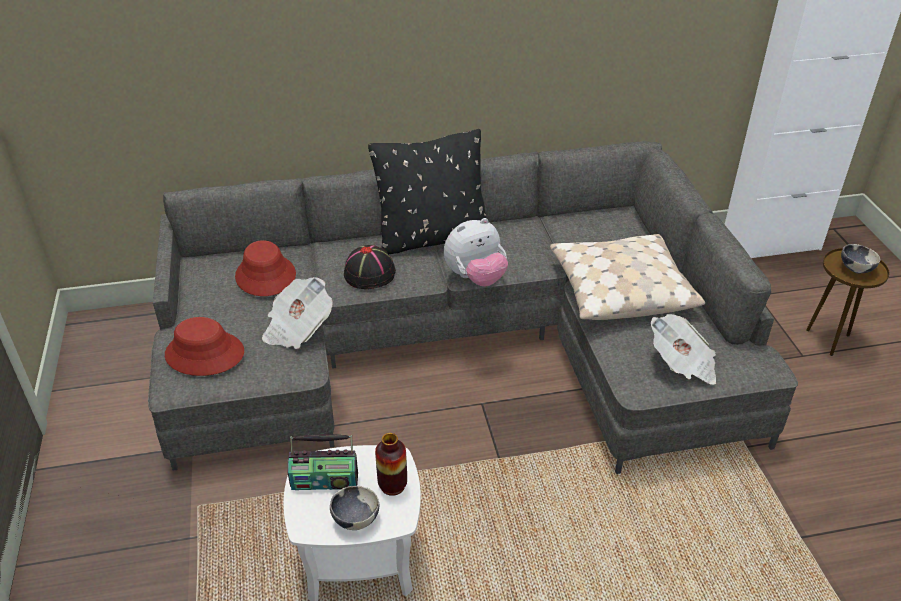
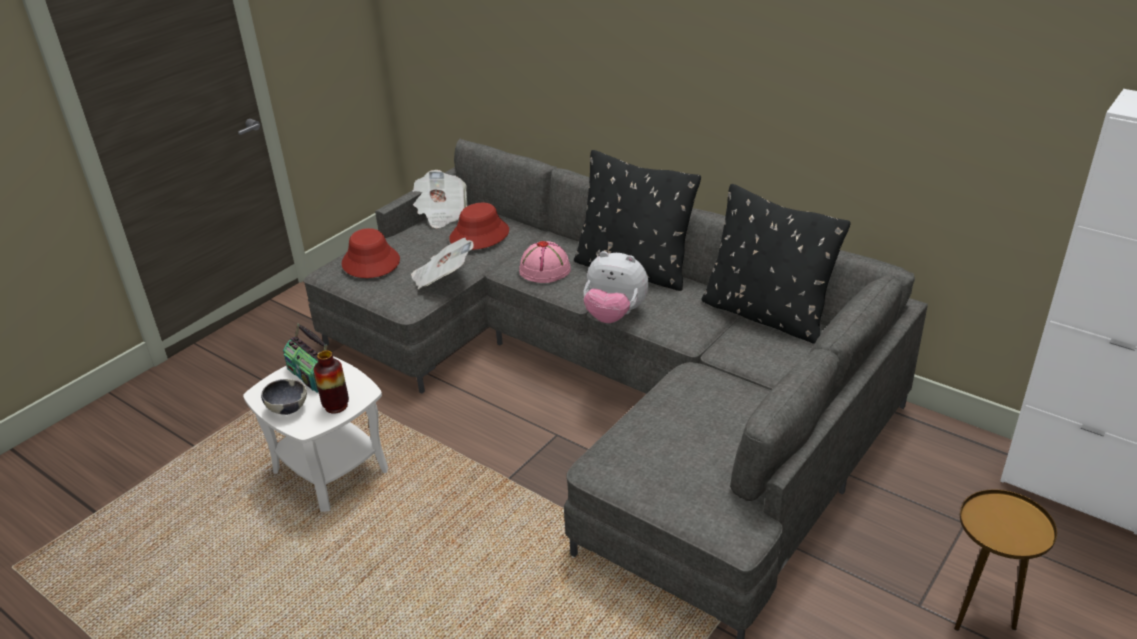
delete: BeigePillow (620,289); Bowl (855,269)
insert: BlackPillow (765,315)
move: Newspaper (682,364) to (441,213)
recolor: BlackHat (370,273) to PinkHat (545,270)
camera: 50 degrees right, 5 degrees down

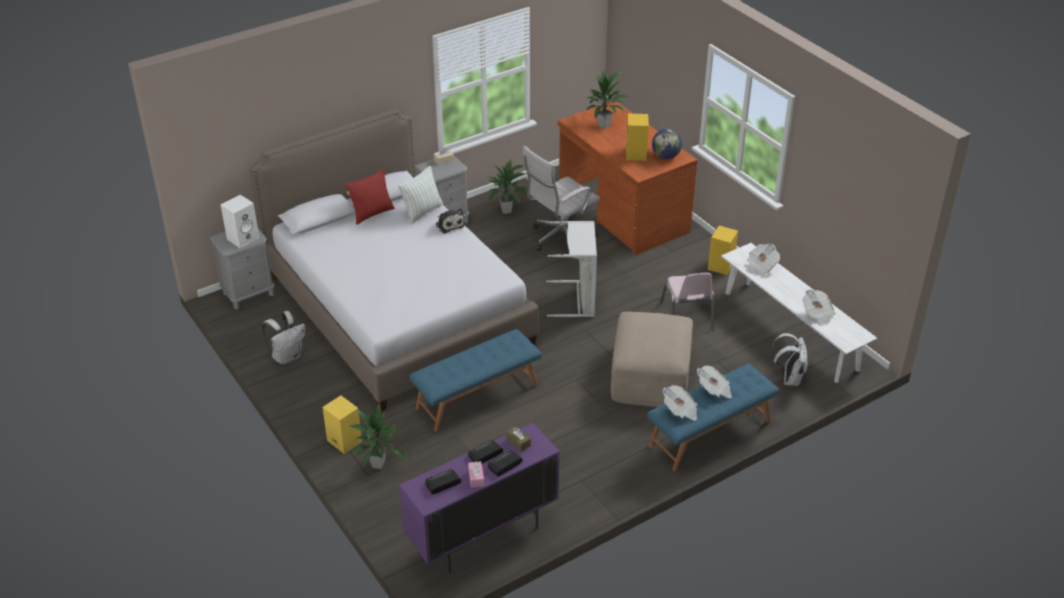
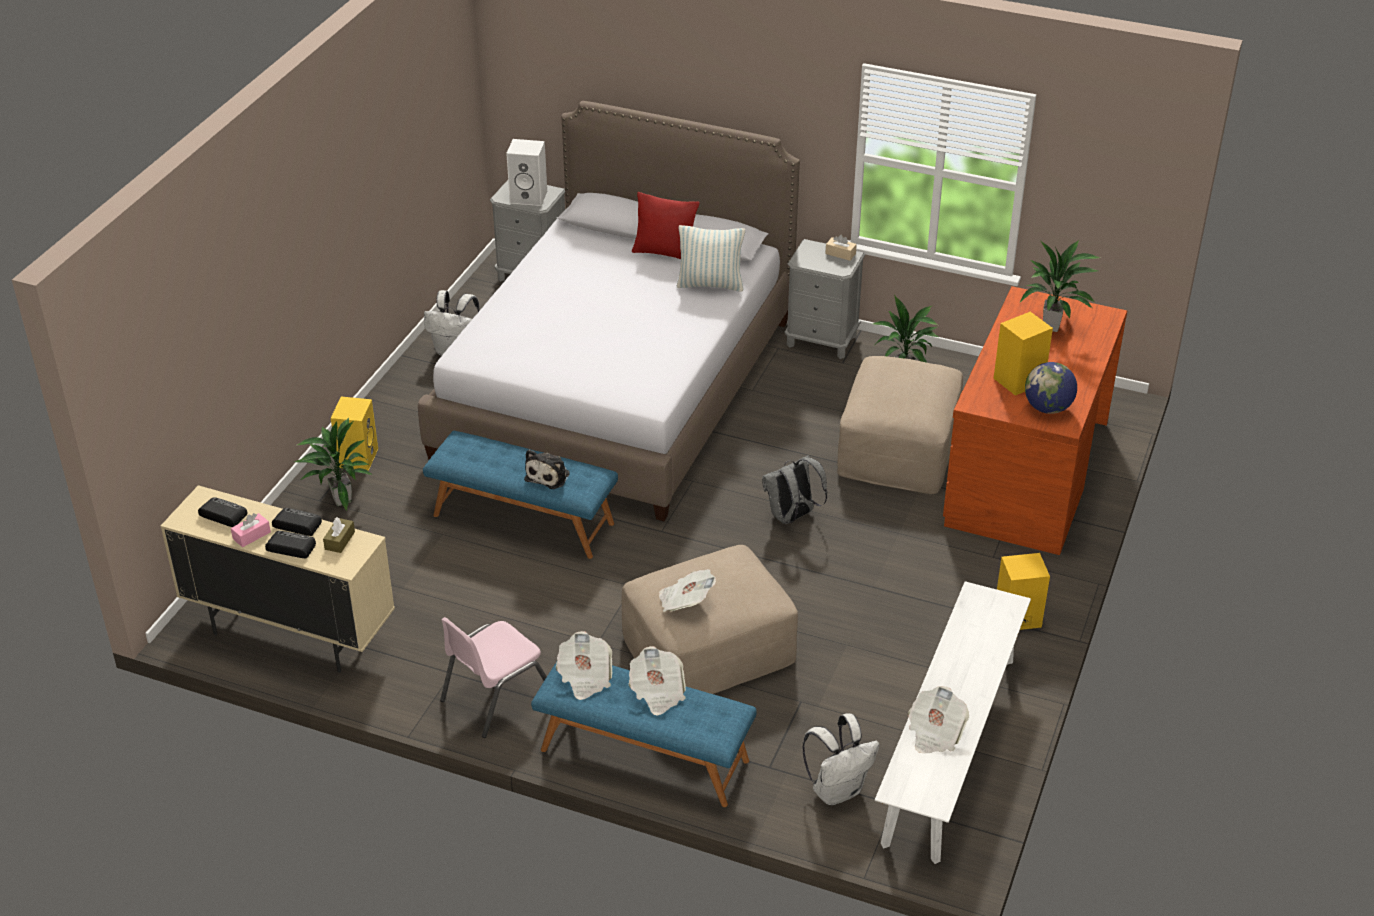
move: PinkChair (687,316) to (496,697); PlushToy (449,225) to (549,475); Newspaper (760,267) to (685,601)
replace: GreyLaundryBasket (577,299) to GreyBackpack (792,517); WhiteOfficeChair (559,239) to BeigeOttoman (898,446)
recolor: PurpleCabinet (482,536) to BeigeCabinet (291,634)
camera: 55 degrees right, 0 degrees up

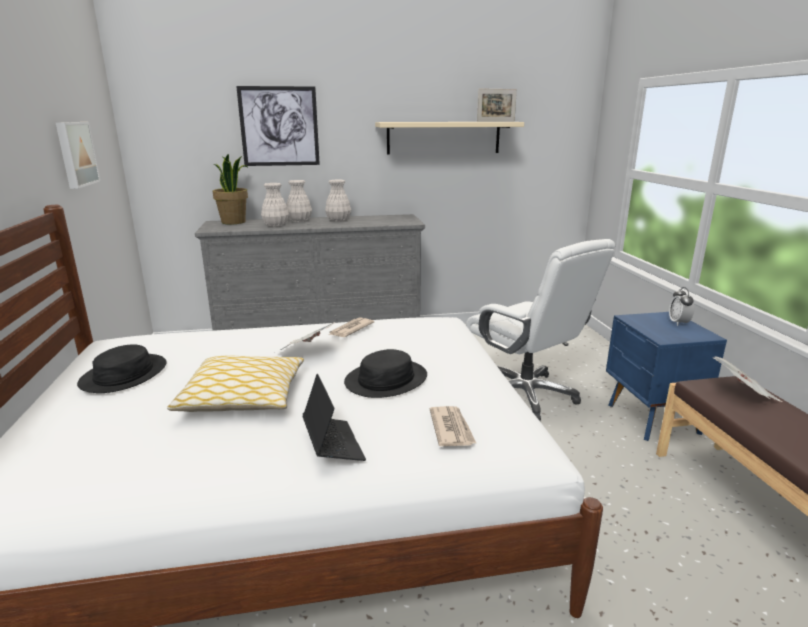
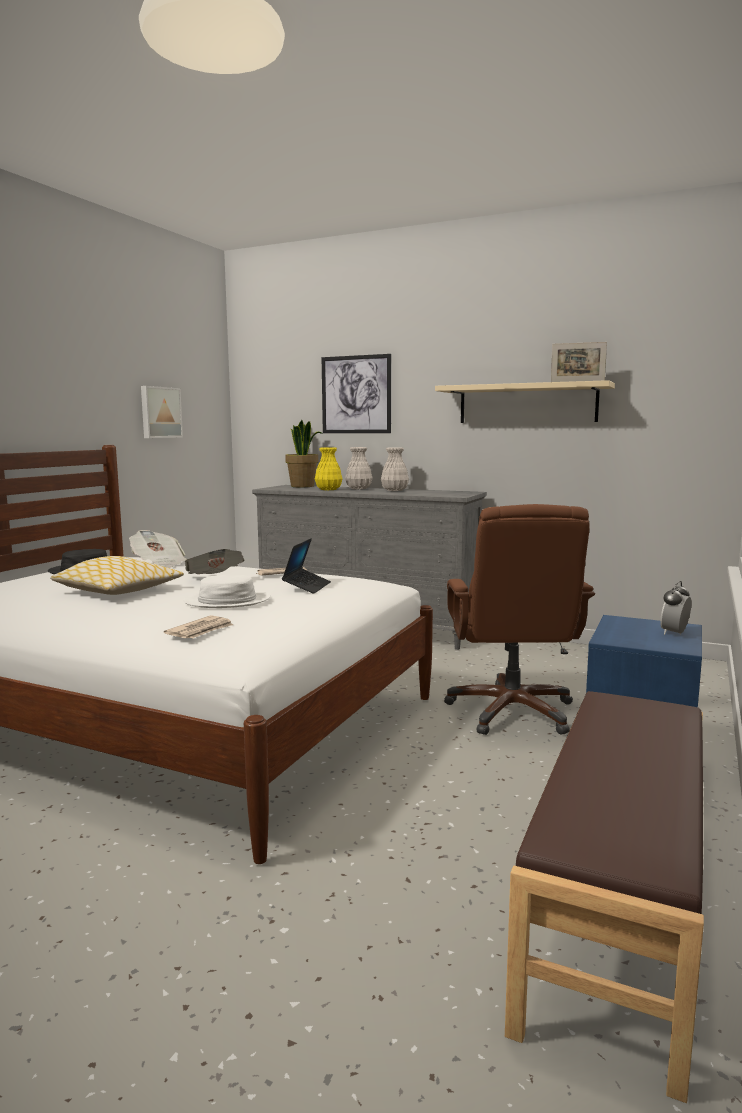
move: Newspaper (742,394) to (159,564); Laptop (333,444) to (307,586)
recolor: BlackHat (386,380) to WhiteHat (227,601); WhiteVase (275,225) to YellowVase (328,489); WhiteOfficeChair (526,395) to BrownOfficeChair (512,711)
camera: 35 degrees right, 10 degrees down

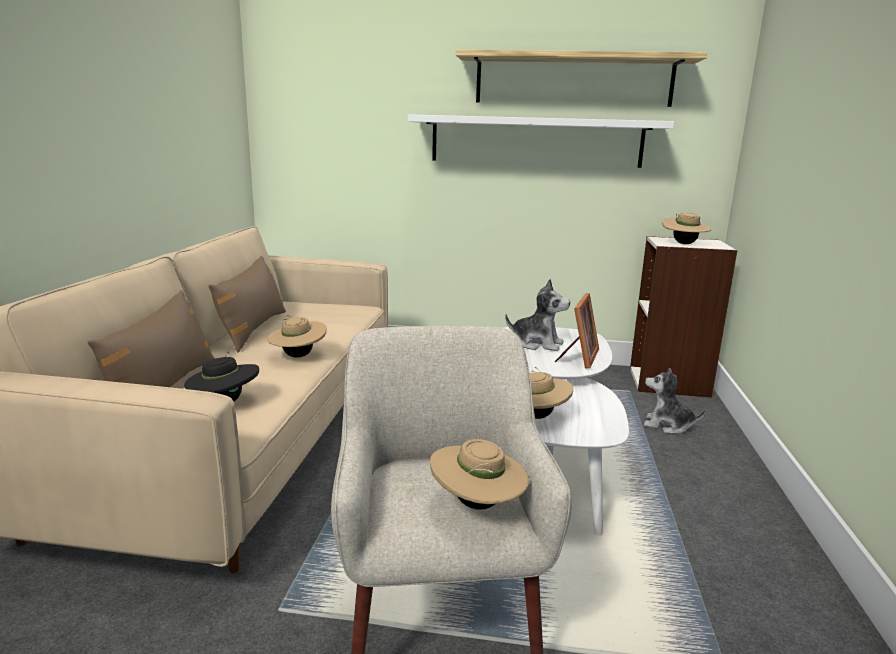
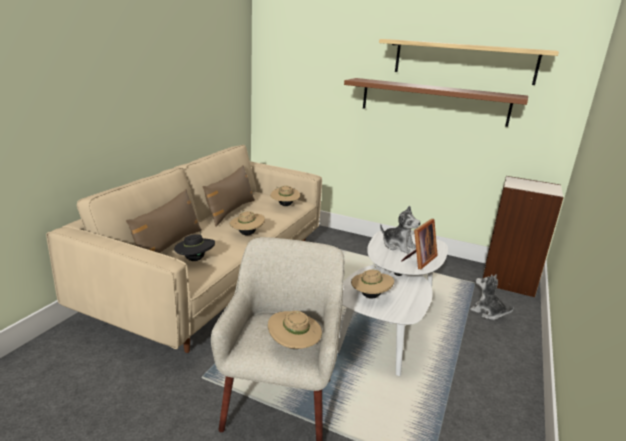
move: BeigeHat (683,244) to (285,205)
recolor: WhiteShelf (536,141) to BrownShelf (433,101)
camera: 15 degrees right, 5 degrees up

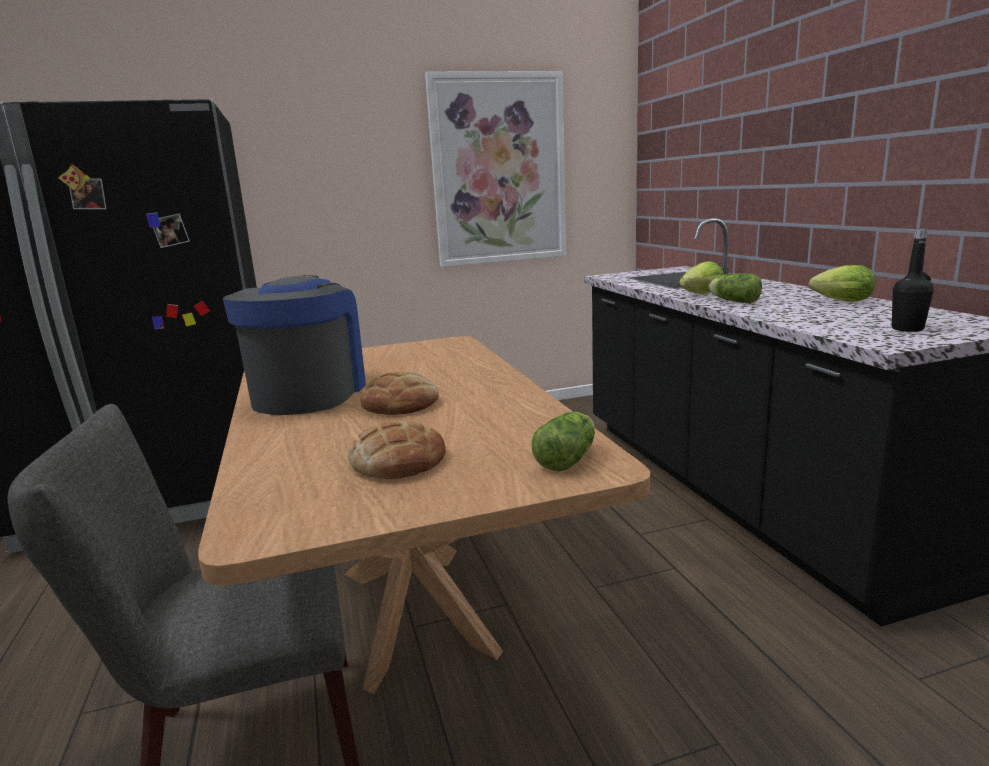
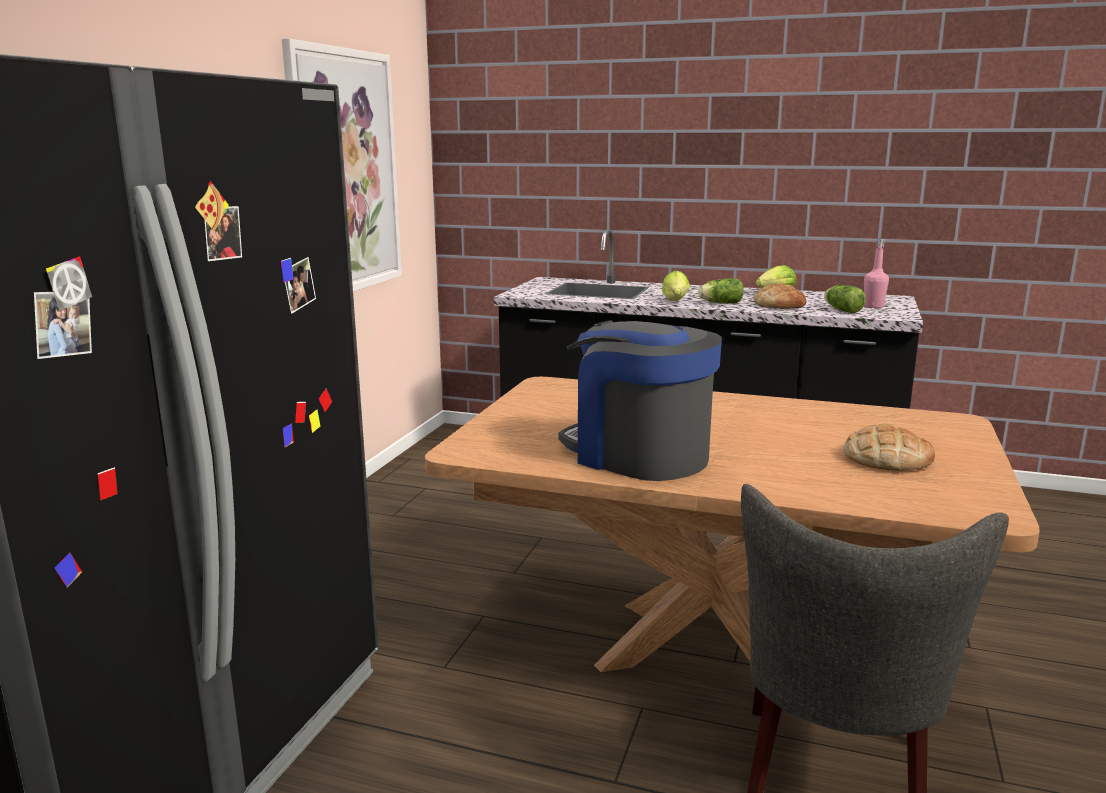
move: Bread (401,404) to (779,305); Lettuce (568,458) to (841,310)
recolor: BlackBottle (907,329) to PinkBottle (873,306)
camera: 55 degrees left, 0 degrees up

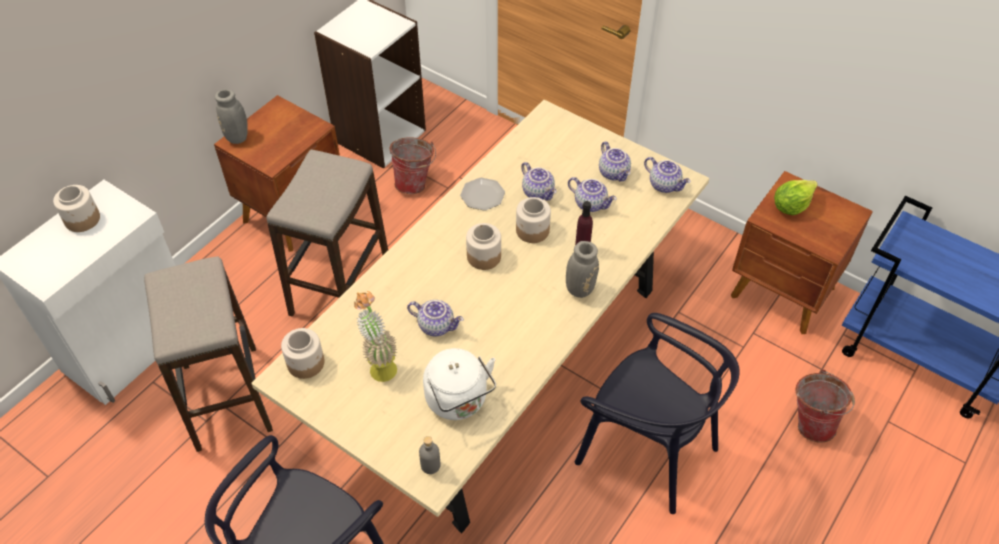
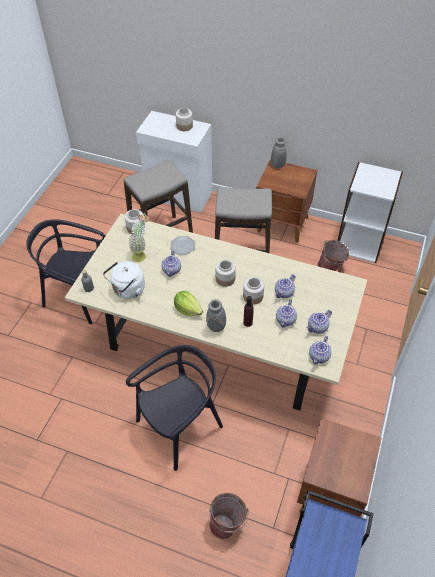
move: Plate (483,195) to (182,246); Lettuce (791,206) to (188,309)
rotate: BlackChair (647,450) = (180,427) 150 degrees counterclockwise
camera: 75 degrees right, 0 degrees up

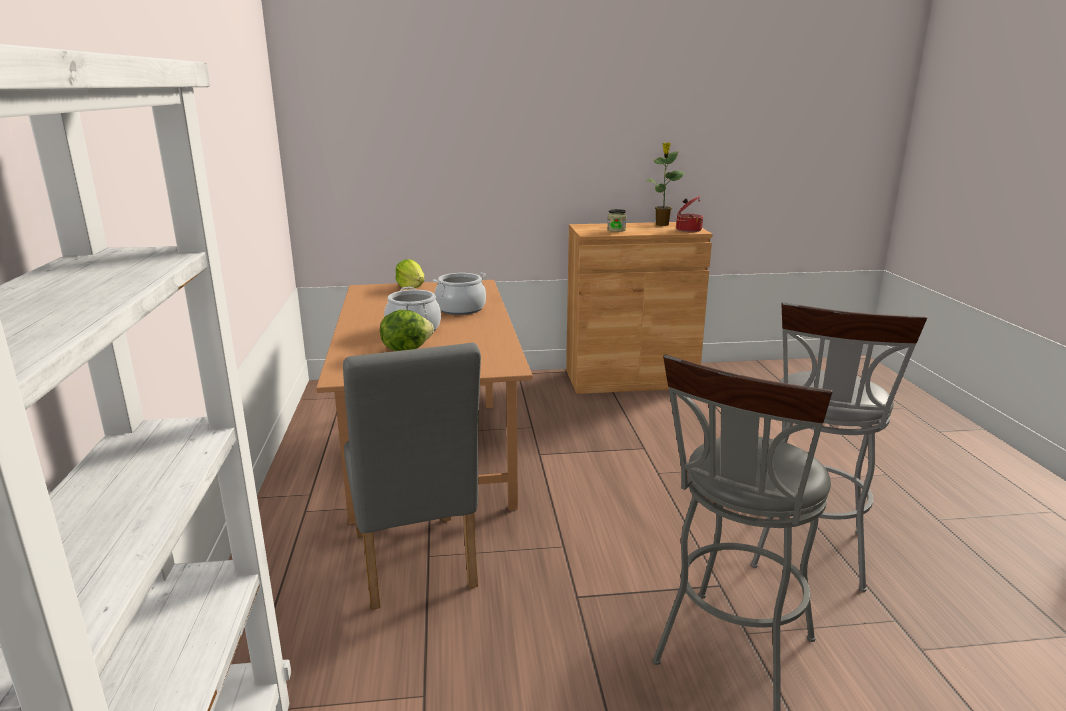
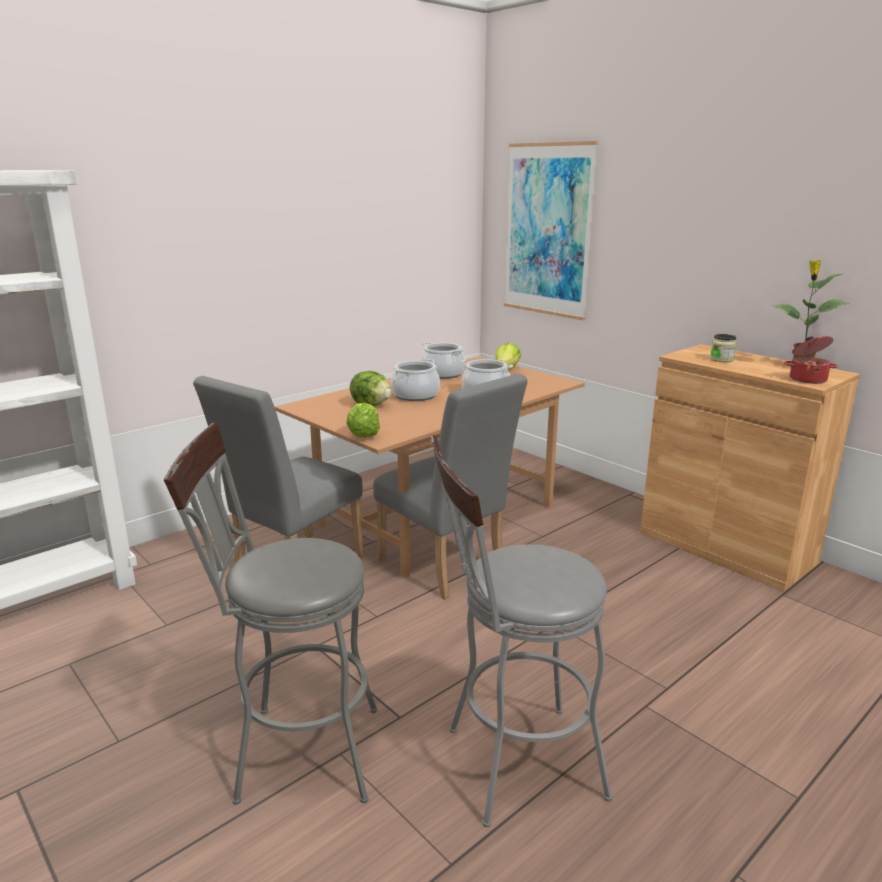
insert: Lettuce (363,435); GreyChair (446,568); CookingPot (442,374); Picture (548,230)
camera: 55 degrees right, 0 degrees up

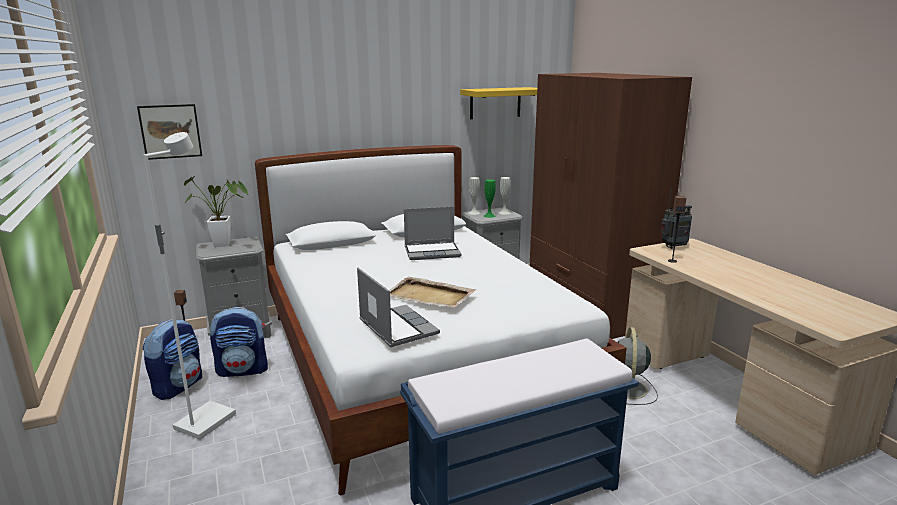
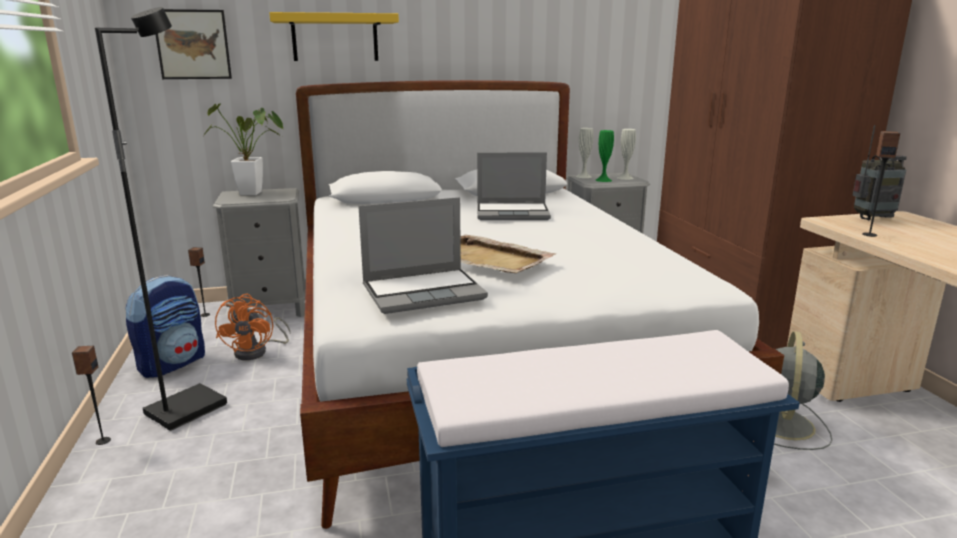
insert: Speaker (103,441)
move: YellowShelf (495,103) to (335,38)
replace: Backpack (243,370) to OrangeFan (257,351)
recolor: WhiteFloorLamp (205,421) to BlackFloorLamp (186,409)
rotate: Laptop (396,327) = (424,292) 90 degrees clockwise
camera: 10 degrees right, 0 degrees up

